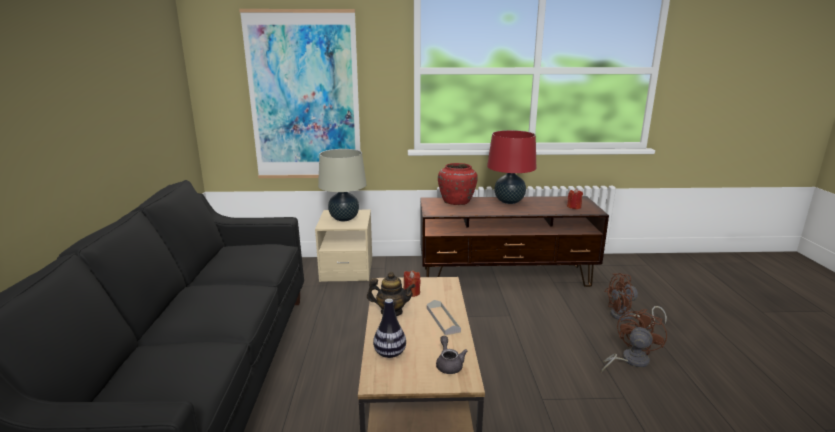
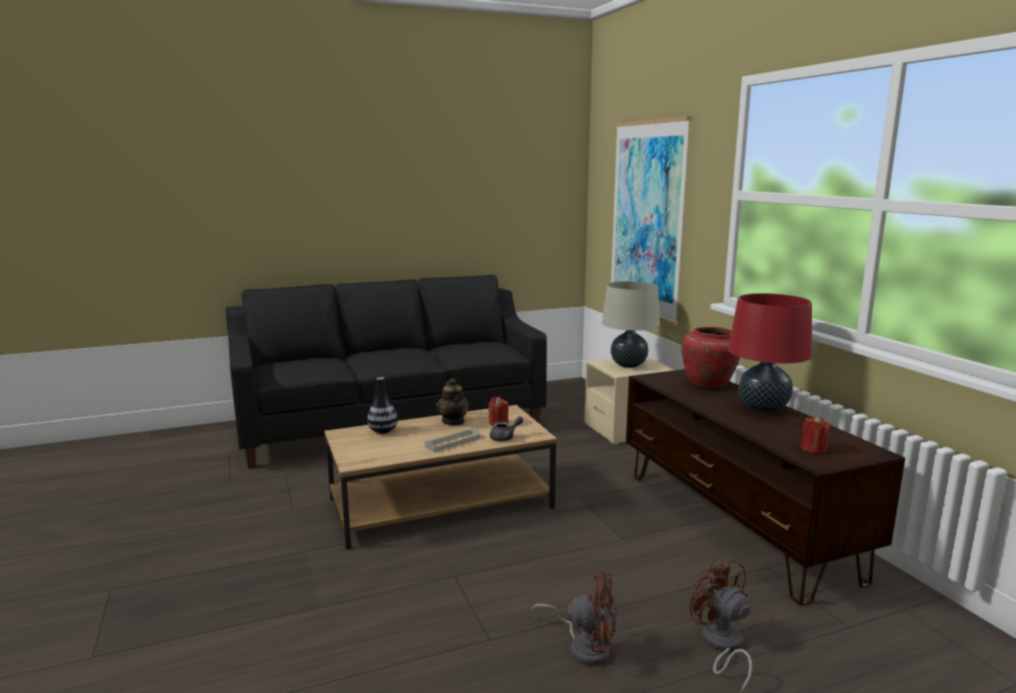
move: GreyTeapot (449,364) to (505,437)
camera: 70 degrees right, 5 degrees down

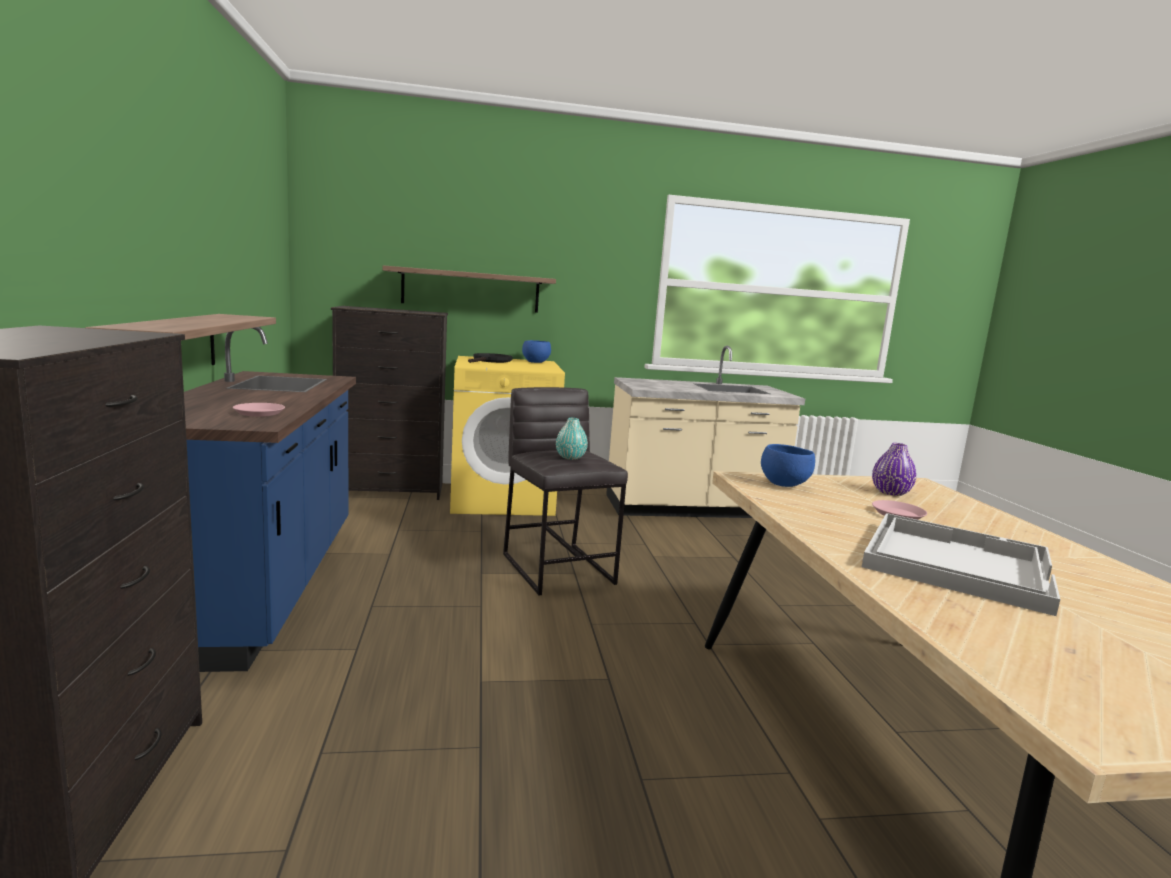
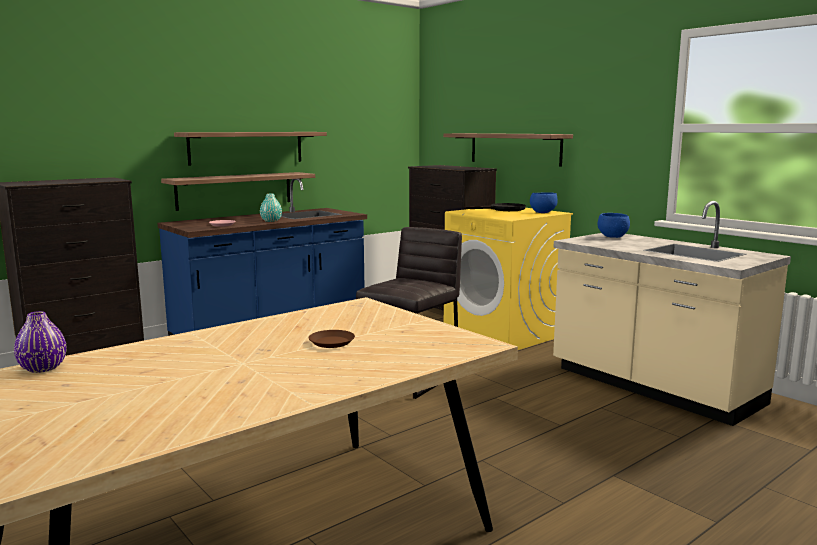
delete: WhiteTray (954,563)
insert: Shelf (246,147)
move: PurpleVase (890,492) to (43,368); TurquoiseVase (570,457) to (271,221); BlueBowl (784,484) to (613,237)
recolor: PinkPlate (897,514) to BrownPlate (331,342)
camera: 60 degrees right, 0 degrees up

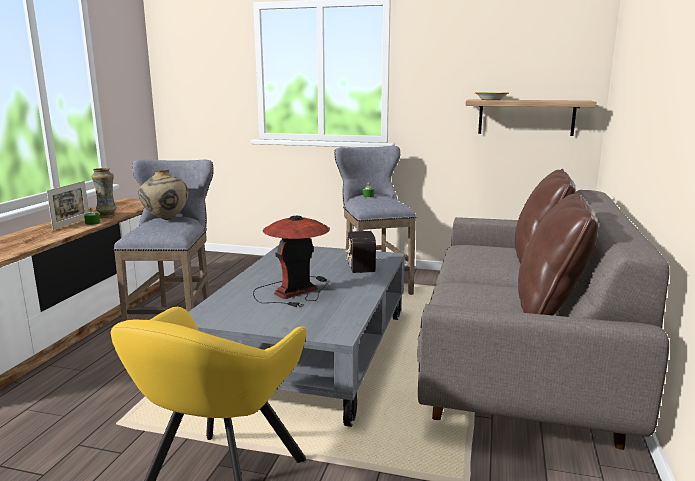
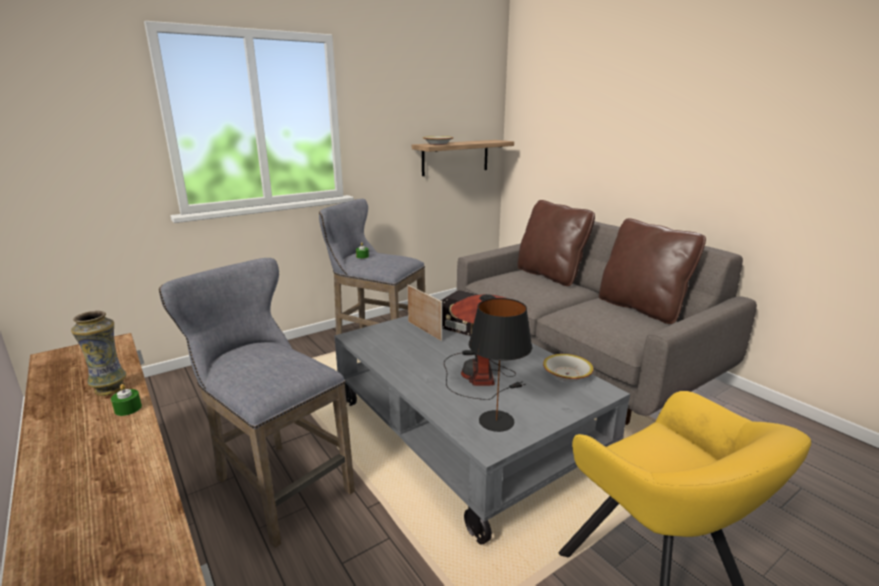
delete: BeigeVase (165,219)
insert: BlackTableLamp (496,421); Bowl (567,374)
move: PictureFrame (71,223) to (424,331)
camera: 50 degrees left, 5 degrees up

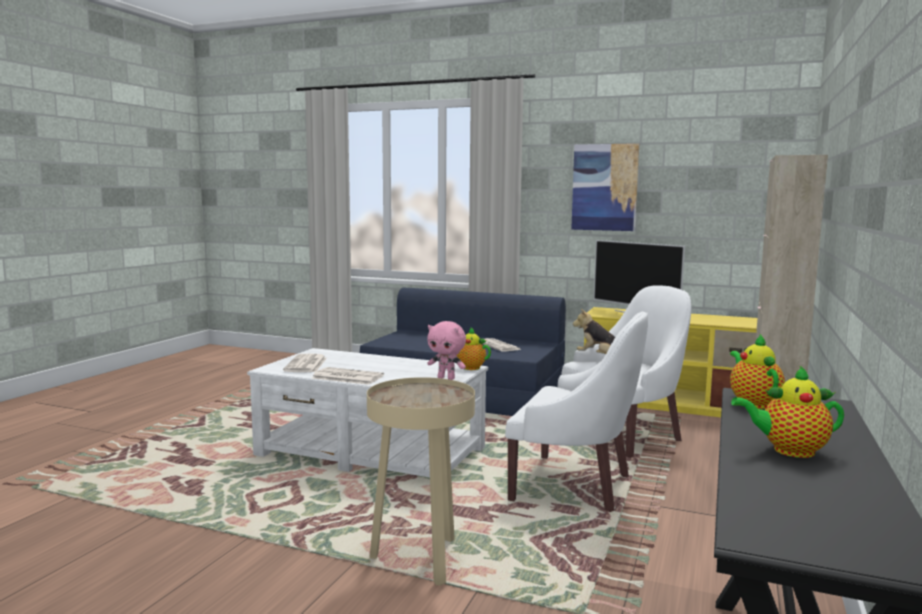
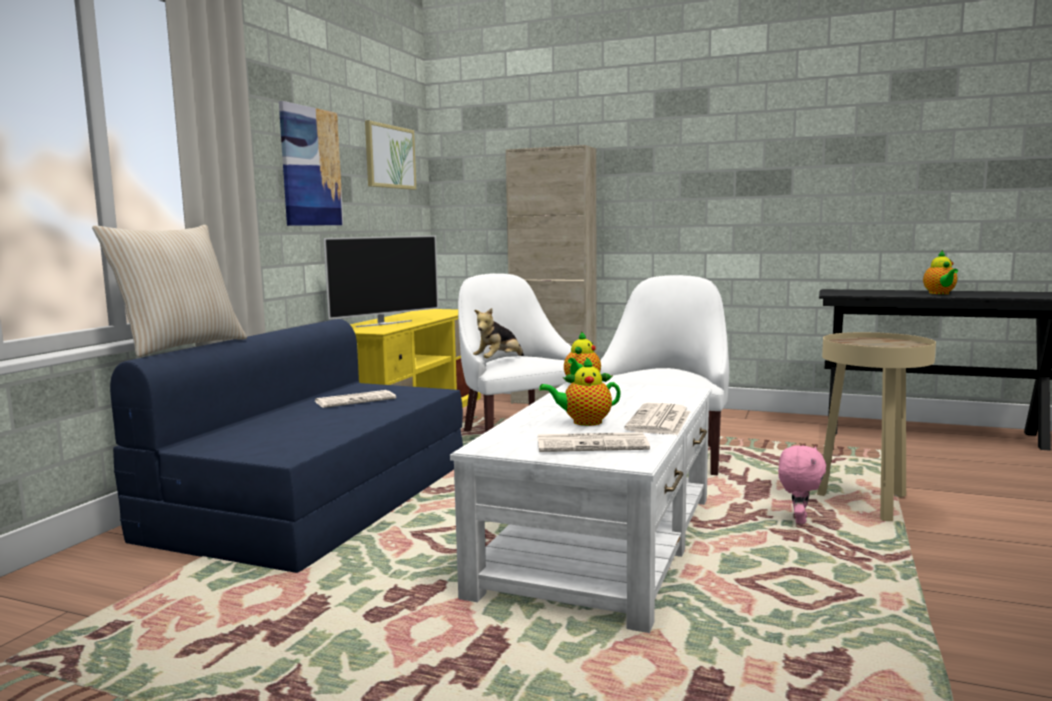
insert: BeigePillow (180,347); Picture (389,157)
move: Teapot (753,403) to (584,422); PinkPlushToy (446,378) to (798,520)
camera: 90 degrees left, 0 degrees up

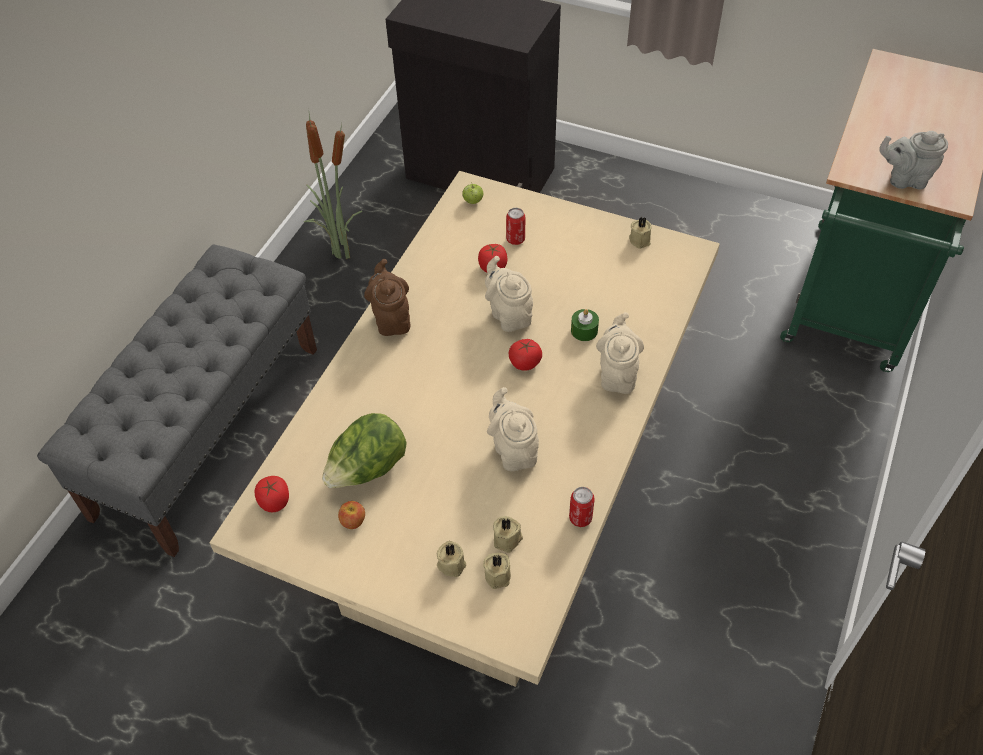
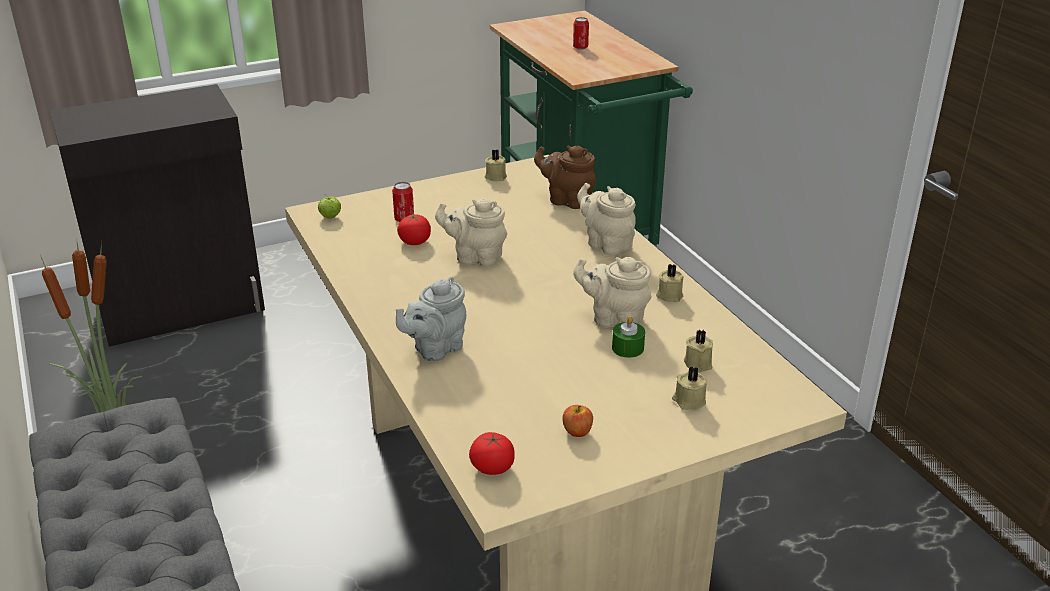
delete: Lettuce (368,469); Tomato (525,363)
move: GreyTeapot (904,179) to (435,349); BrownTeapot (391,319) to (567,200); Can (580,518) to (580,47); GreenCandle (584,331) to (627,348); BeigeCandle (498,575) to (669,295)
camera: 50 degrees left, 20 degrees down

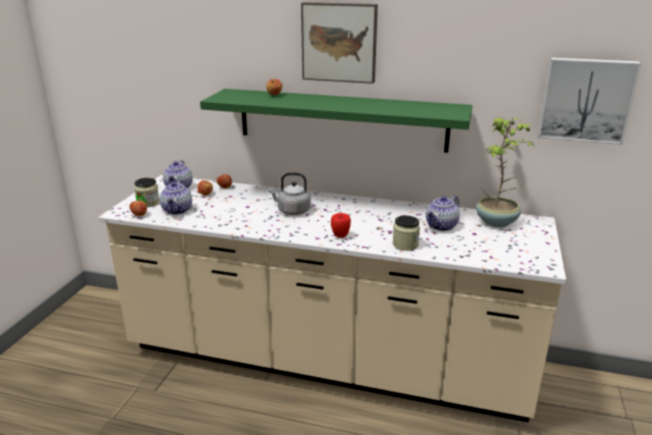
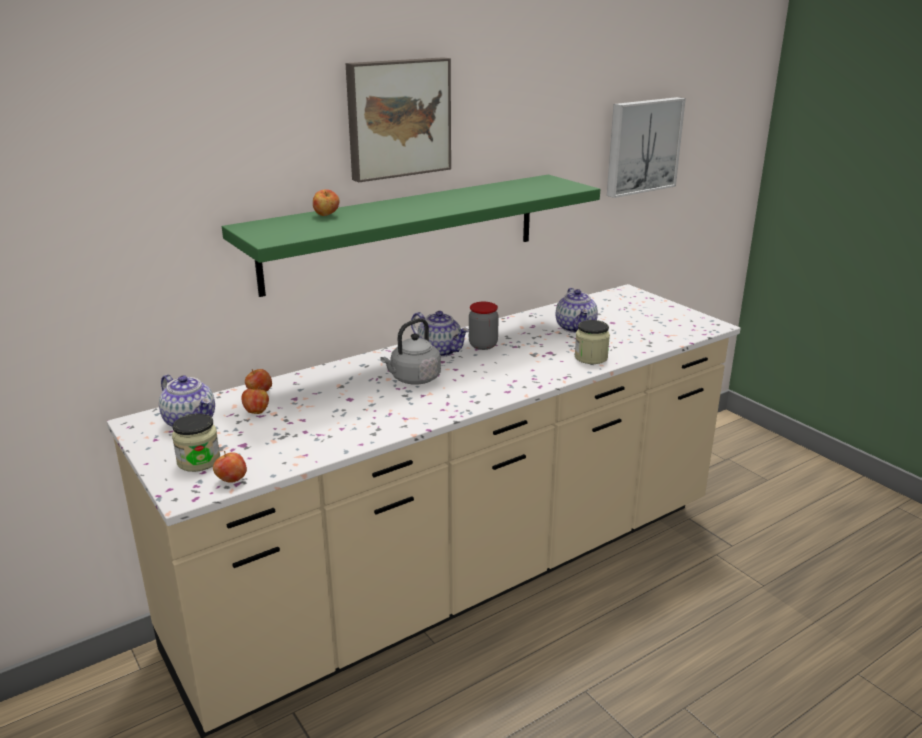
delete: Apple (340,236); PottedPlant (497,222)
insert: Jar (483,345)
move: Teapot (177,210) to (440,351)
camera: 50 degrees left, 0 degrees up

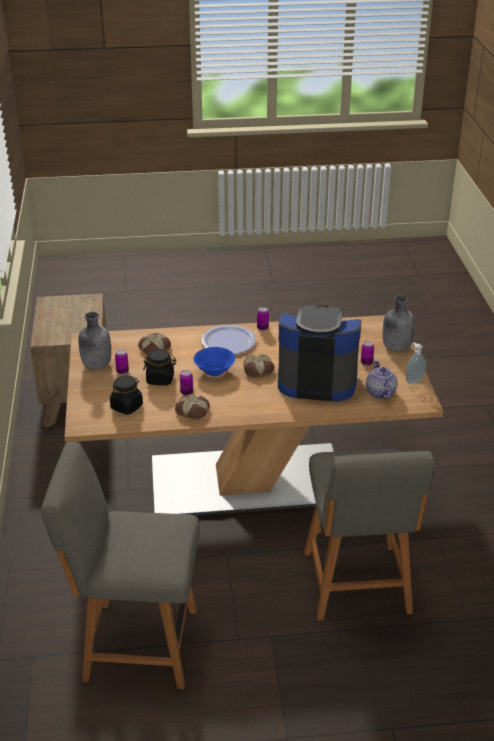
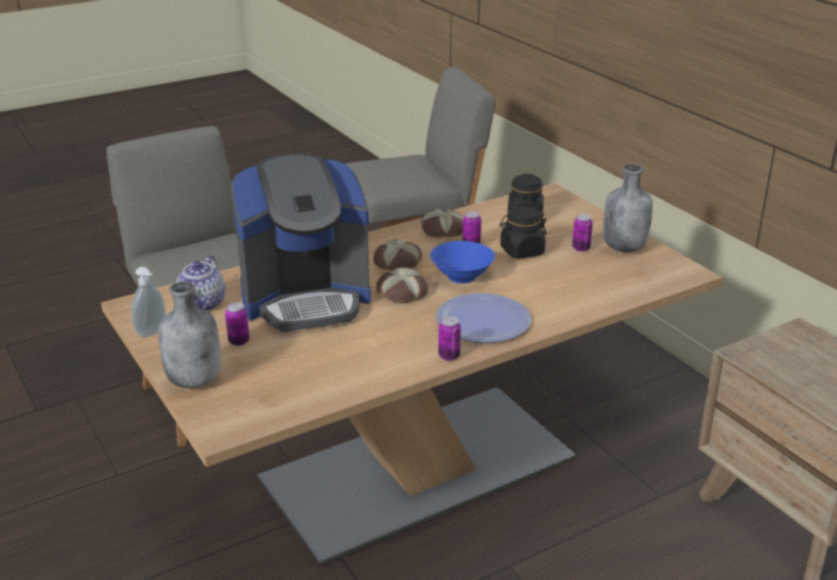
move: Bread (154,347) to (398,262)
rotate: Teapot (380,392) = (203,304) 45 degrees clockwise
camera: 155 degrees right, 5 degrees down

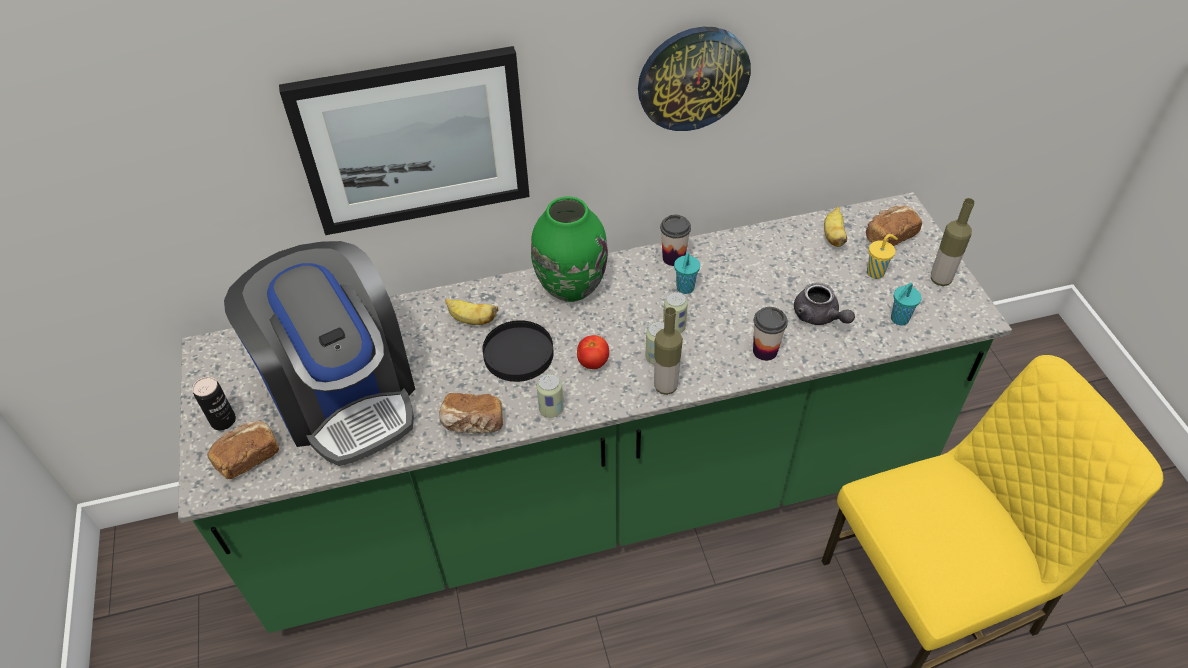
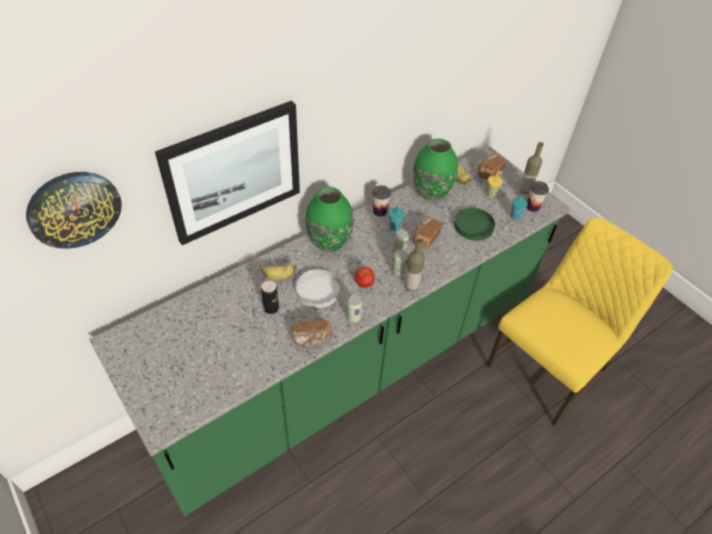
delete: CoffeeMachine (344,394)
insert: GreenVase (430,192)
move: WallClock (693,78) to (74,209); Can (223,421) to (271,308); Bread (247,457) to (425,238); Cup (765,351) to (532,207)
replace: GreyTeapot (819,316) to GreenPlate (474,226)
recolor: BlackPlate (519,354) to WhitePlate (318,290)
camera: 25 degrees left, 0 degrees up

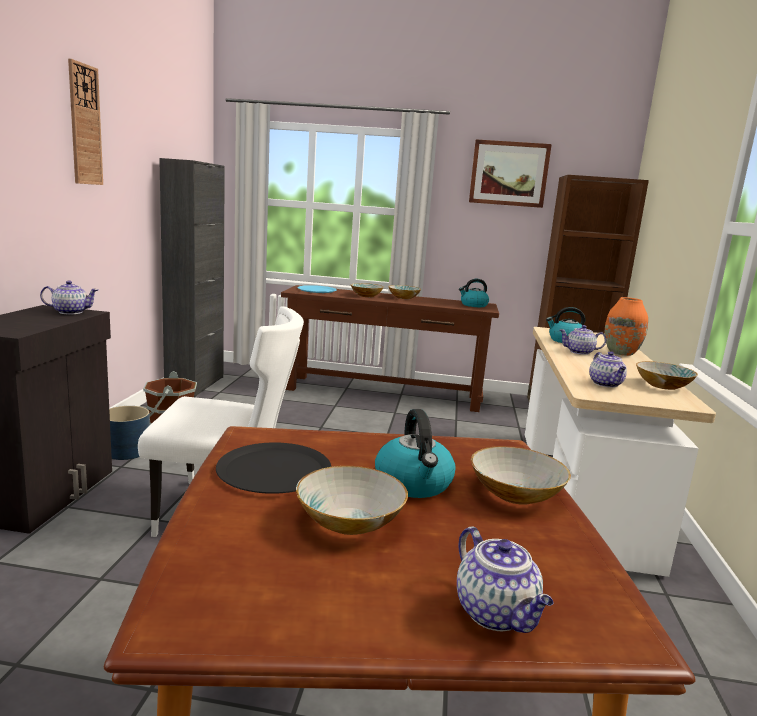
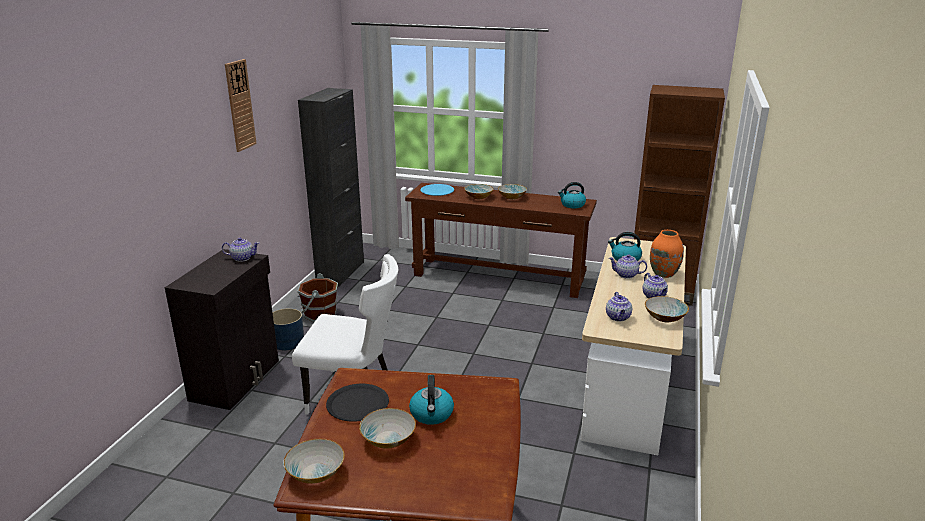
delete: Picture (509,174)
move: Bowl (514,494) to (315,473); Teapot (497,614) to (654,296)
camera: 10 degrees right, 10 degrees up

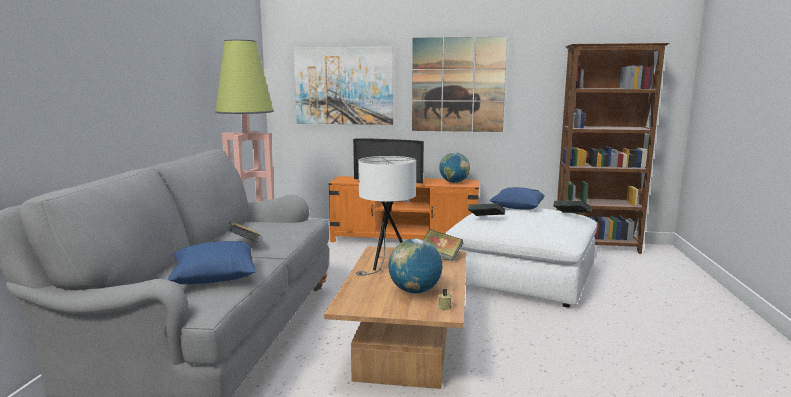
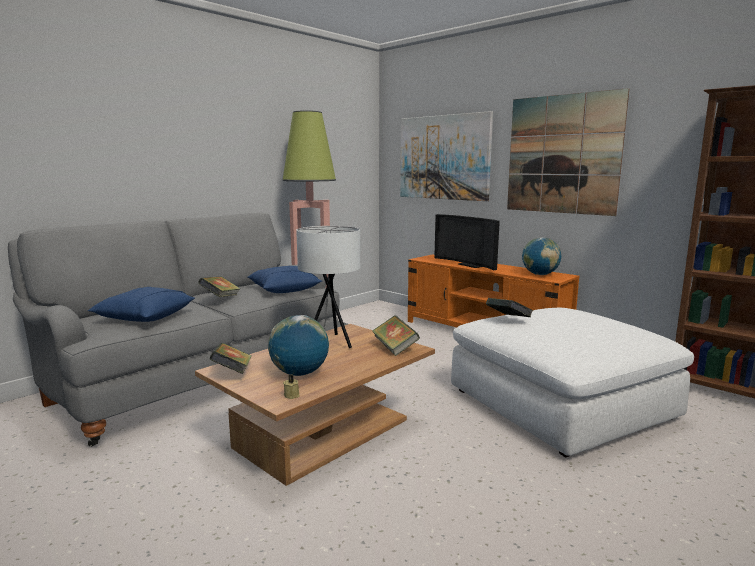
move: Book (571,216) to (232,373); BluePillow (517,207) to (284,290)
camera: 35 degrees right, 0 degrees up

